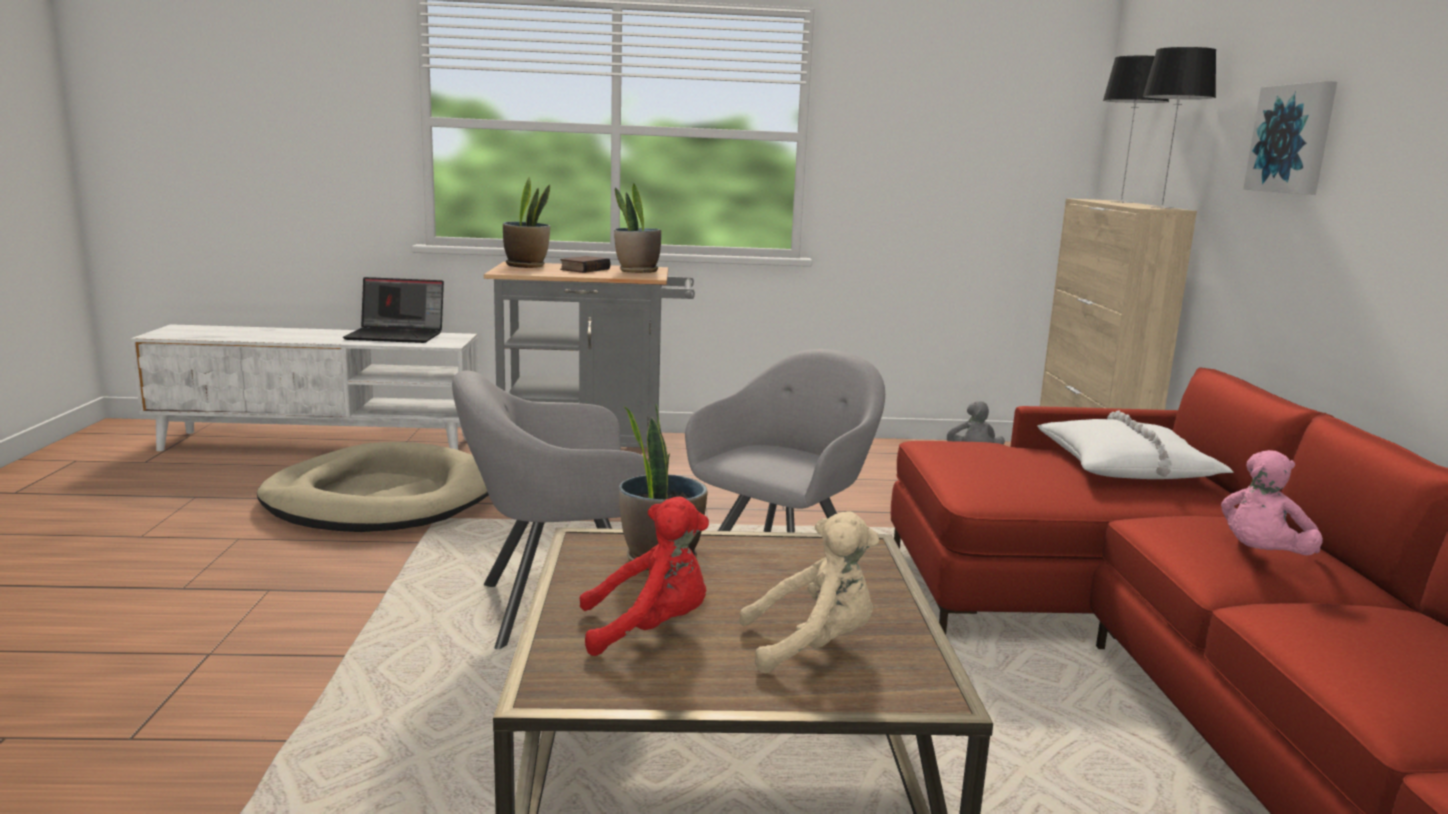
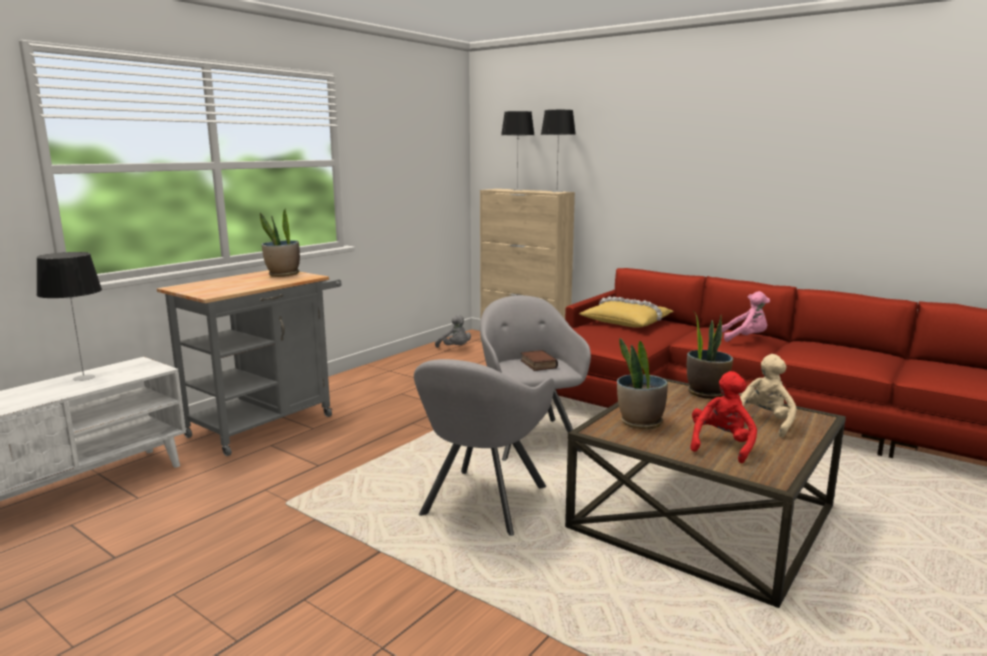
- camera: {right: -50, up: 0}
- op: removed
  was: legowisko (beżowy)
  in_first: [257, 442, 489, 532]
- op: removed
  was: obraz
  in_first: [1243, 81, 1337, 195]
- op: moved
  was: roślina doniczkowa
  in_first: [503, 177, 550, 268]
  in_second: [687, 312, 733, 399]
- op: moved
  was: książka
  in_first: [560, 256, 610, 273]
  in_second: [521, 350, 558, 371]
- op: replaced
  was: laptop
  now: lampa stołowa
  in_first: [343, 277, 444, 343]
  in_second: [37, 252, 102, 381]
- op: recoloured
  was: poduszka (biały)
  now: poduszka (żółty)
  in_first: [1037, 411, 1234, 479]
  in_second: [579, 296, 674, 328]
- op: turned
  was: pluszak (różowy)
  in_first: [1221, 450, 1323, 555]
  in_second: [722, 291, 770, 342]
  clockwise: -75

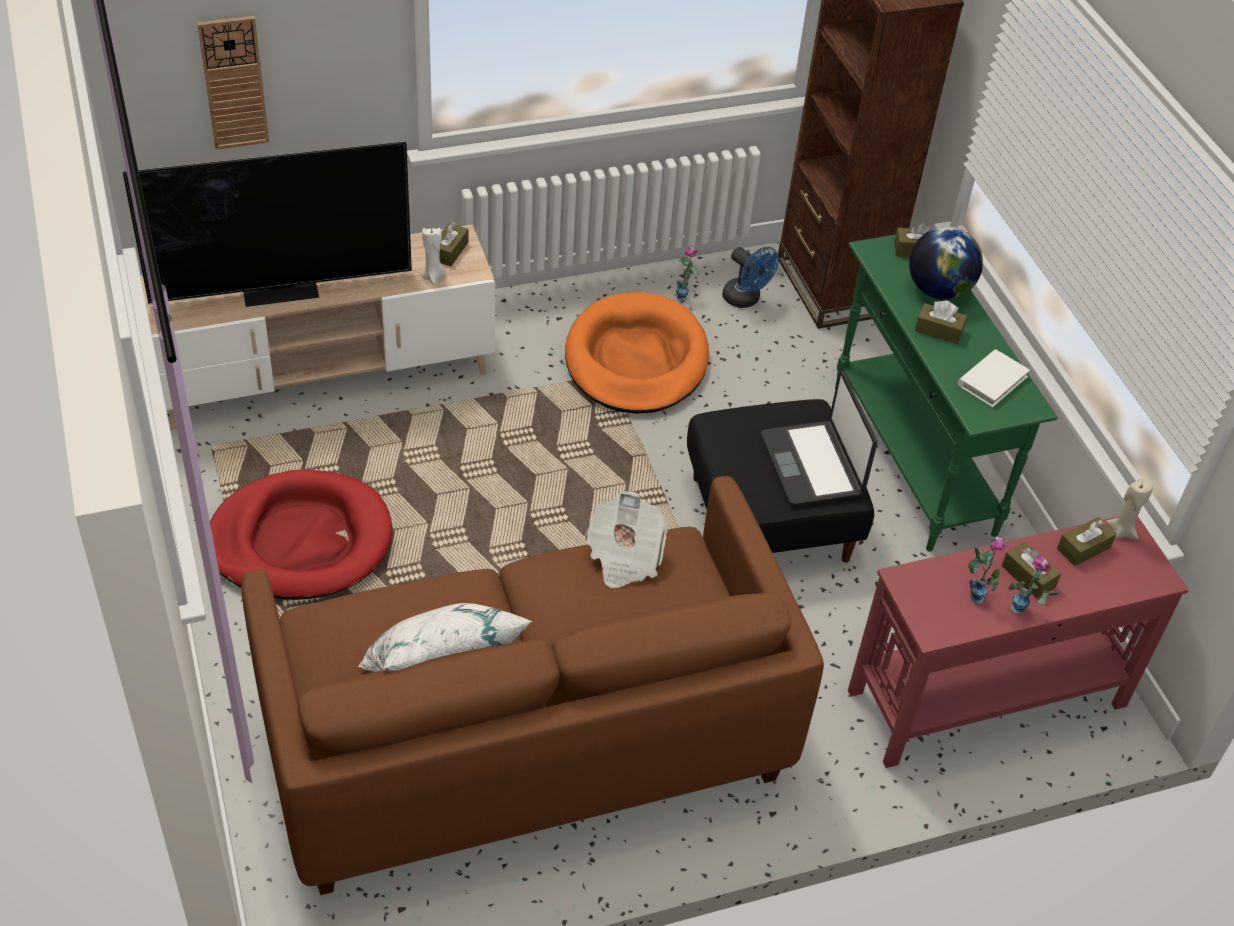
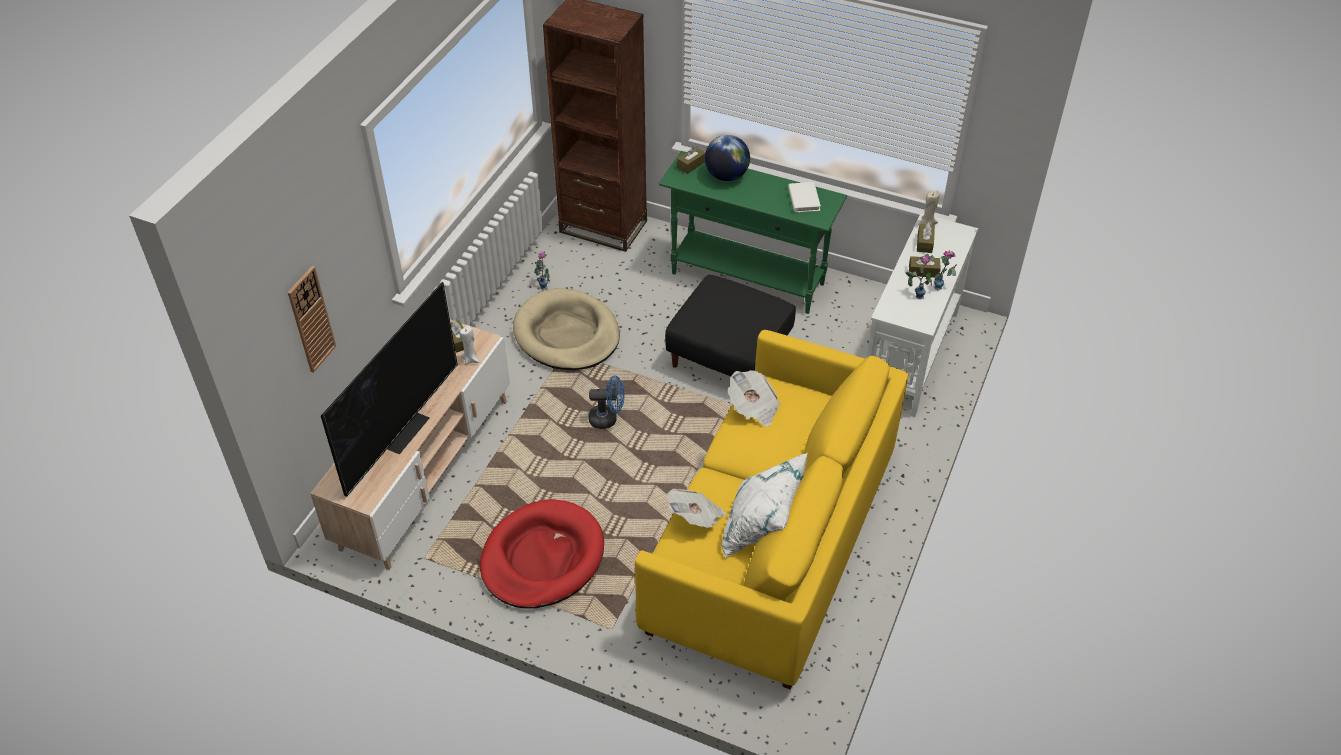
- camera: {right: -45, up: 0}
- op: removed
  was: laptop
  in_first: [761, 370, 877, 505]
- op: removed
  was: pudełko chusteczek (brązowy)
  in_first: [915, 301, 967, 344]
- op: added
  now: gazeta
  in_second: [667, 489, 726, 528]
- op: moved
  was: wentylator (niebieski)
  in_first: [722, 247, 779, 308]
  in_second: [589, 375, 624, 429]
- op: recoloured
  was: kanapa (brązowy)
  now: kanapa (żółty)
  in_first: [241, 476, 824, 895]
  in_second: [635, 330, 908, 690]
- op: recoloured
  was: legowisko (pomarańczowy)
  now: legowisko (beżowy)
  in_first: [565, 292, 709, 414]
  in_second: [513, 288, 620, 370]
- op: recoloured
  was: stolik konsolowy (czerwony)
  now: stolik konsolowy (biały)
  in_first: [848, 516, 1189, 768]
  in_second: [866, 213, 978, 417]

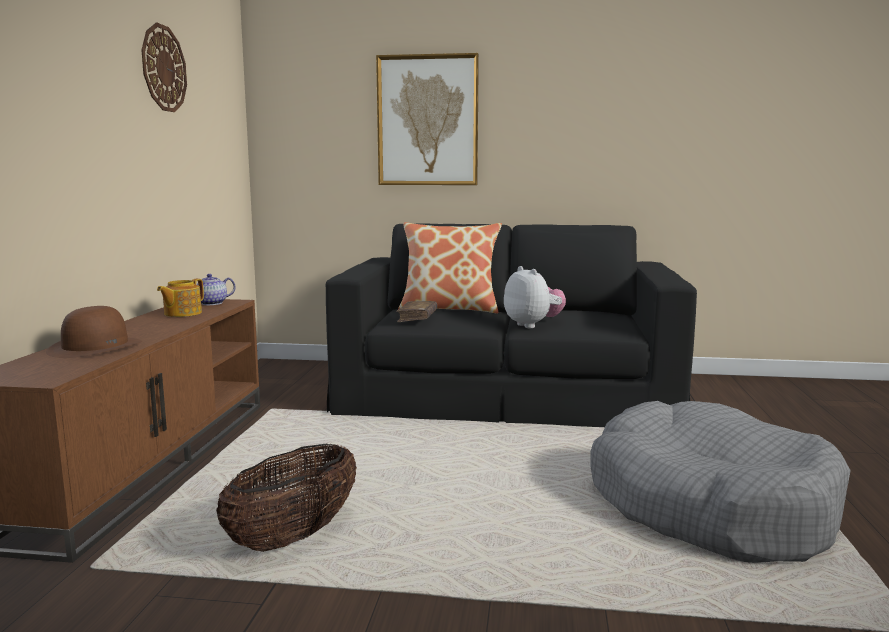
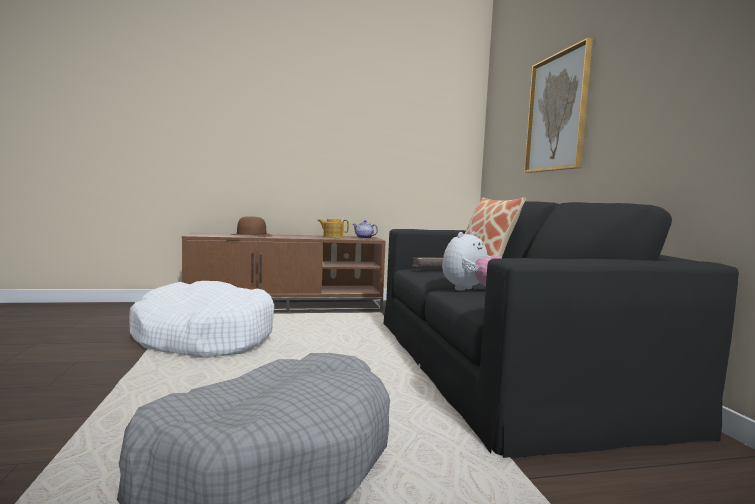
- camera: {right: 70, up: -5}
- op: removed
  was: zegar ścienny
  in_first: [141, 23, 187, 112]
- op: replaced
  was: koszyk
  now: legowisko (biały)
  in_first: [216, 444, 357, 552]
  in_second: [129, 281, 274, 358]

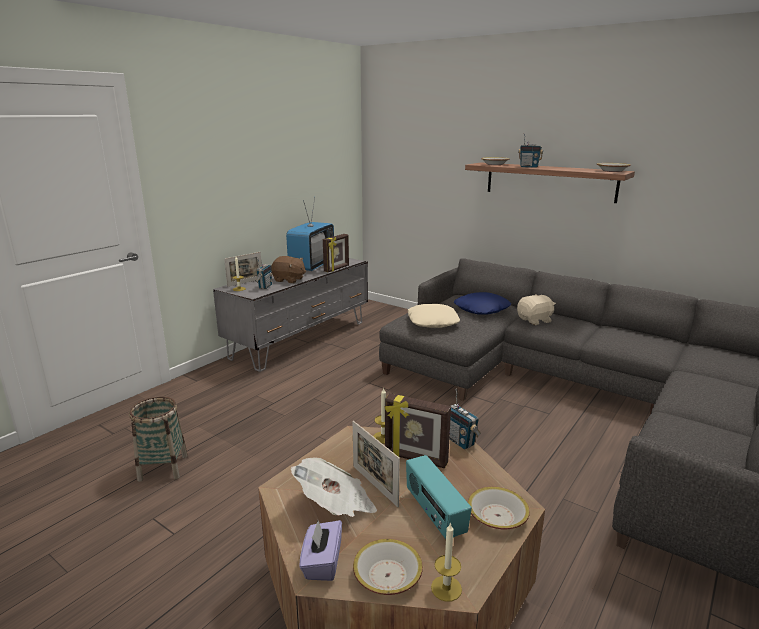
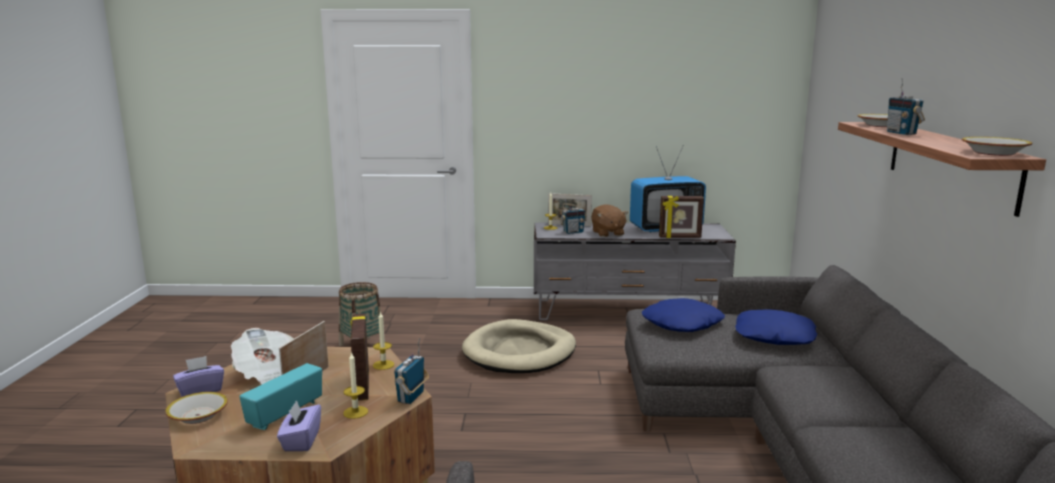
- camera: {right: 55, up: -5}
- op: removed
  was: pluszak (beżowy)
  in_first: [517, 294, 556, 325]
- op: added
  now: legowisko (beżowy)
  in_second: [462, 319, 576, 373]
- op: moved
  was: świeca
  in_first: [431, 523, 462, 602]
  in_second: [343, 352, 368, 419]
- op: replaced
  was: miska
  now: pudełko chusteczek (fioletowy)
  in_first: [468, 487, 530, 529]
  in_second: [277, 400, 321, 451]
- op: recoloured
  was: poduszka (beżowy)
  now: poduszka (niebieski)
  in_first: [408, 304, 460, 328]
  in_second: [642, 298, 725, 332]

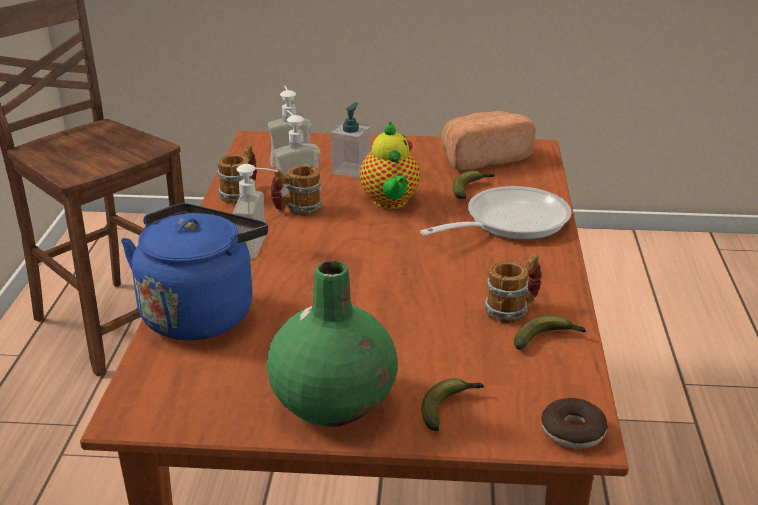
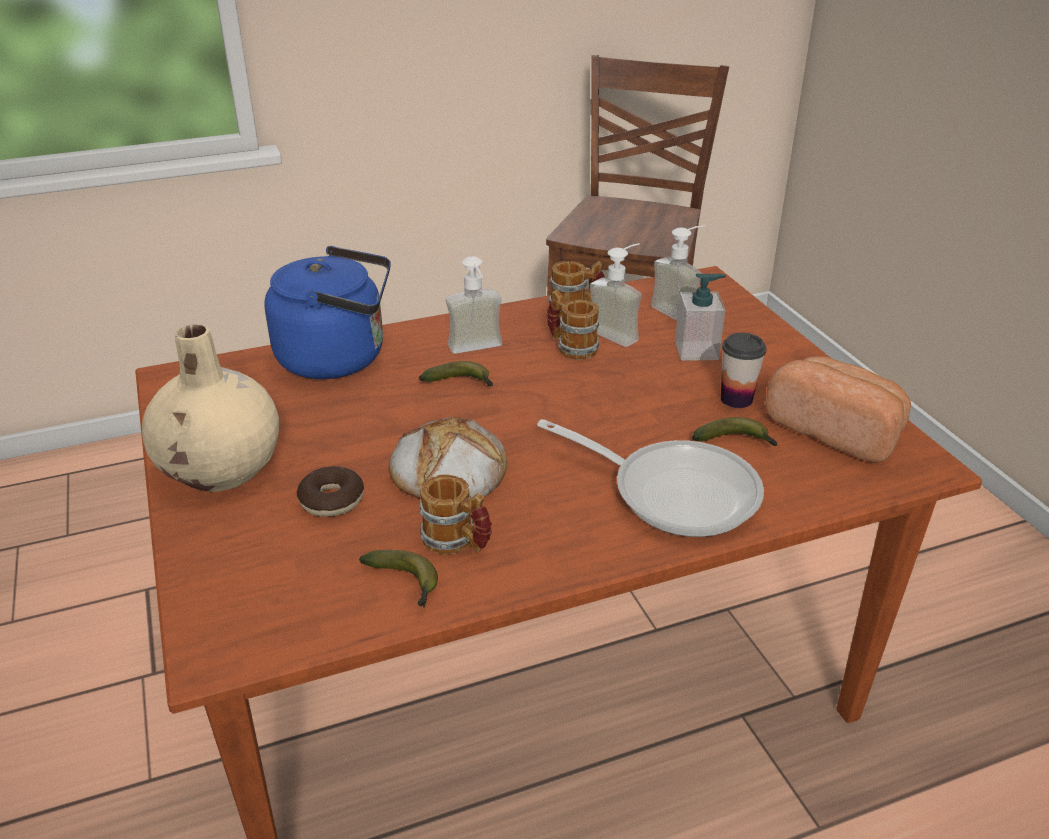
- camera: {right: 65, up: 5}
- op: removed
  was: imbryk
  in_first: [360, 122, 420, 209]
- op: added
  now: chleb
  in_second: [388, 416, 507, 499]
- op: added
  now: filiżanka
  in_second: [721, 333, 766, 408]
- op: moved
  was: banan
  in_first: [421, 378, 484, 431]
  in_second: [419, 361, 493, 386]
- op: moved
  was: donut
  in_first: [541, 398, 608, 449]
  in_second: [297, 466, 364, 517]
- op: recoloured
  was: wazon (zielony)
  now: wazon (beżowy)
  in_first: [266, 261, 398, 427]
  in_second: [142, 324, 279, 492]

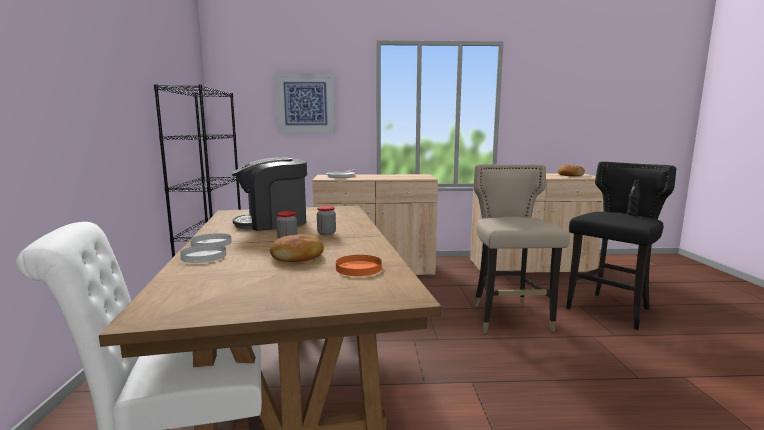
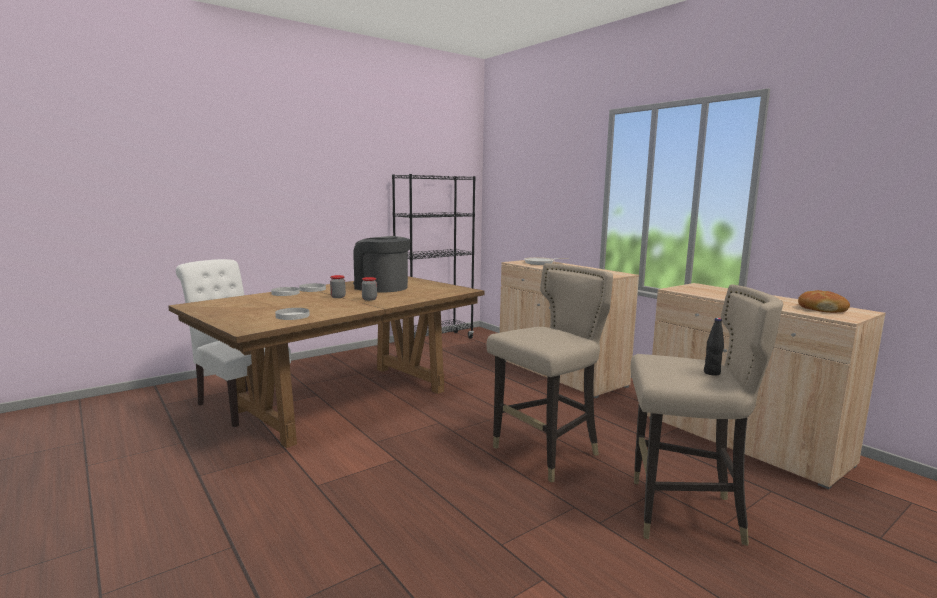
- camera: {right: 55, up: 0}
- op: removed
  was: chleb
  in_first: [270, 234, 324, 262]
- op: removed
  was: obraz
  in_first: [275, 73, 335, 133]
- op: recoloured
  was: talerz (pomarańczowy)
  now: talerz (biały)
  in_first: [336, 255, 382, 276]
  in_second: [275, 308, 310, 320]
- op: recoloured
  was: stołek (czarny)
  now: stołek (beżowy)
  in_first: [566, 162, 676, 330]
  in_second: [631, 285, 783, 546]

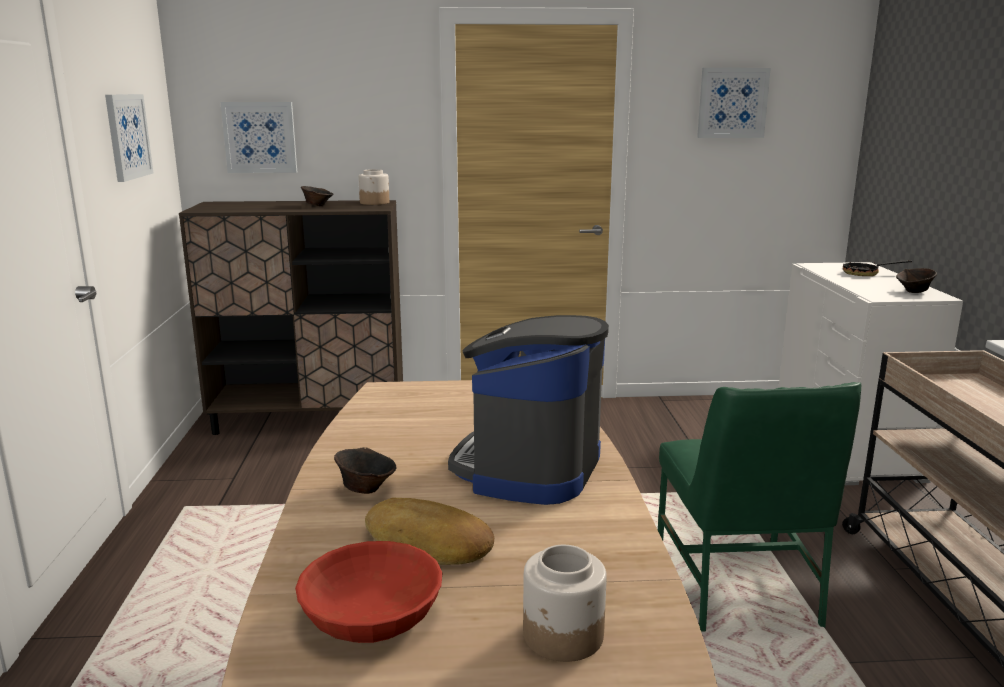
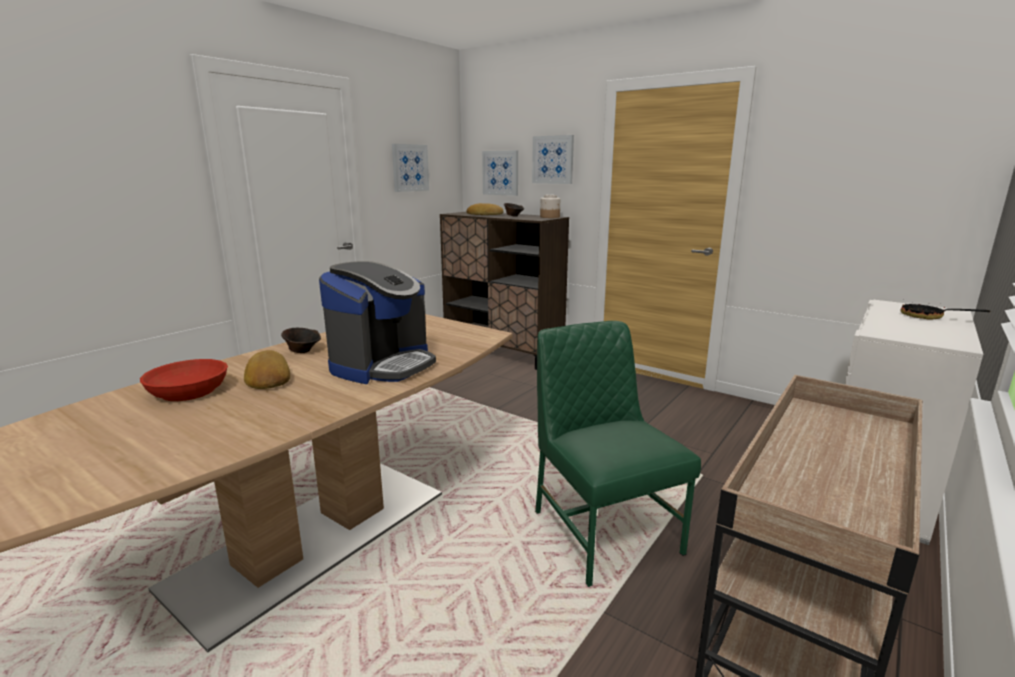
- camera: {right: 40, up: 0}
- op: removed
  was: słoik
  in_first: [523, 545, 607, 662]
- op: removed
  was: miska (brązowy)
  in_first: [896, 268, 937, 293]
- op: added
  now: chleb
  in_second: [466, 203, 504, 215]
- op: moved
  was: obraz
  in_first: [697, 68, 771, 138]
  in_second: [532, 135, 574, 184]
- op: turned
  was: ekspres do kawy
  in_first: [448, 315, 609, 505]
  in_second: [319, 261, 436, 384]
  clockwise: 150
- op: turned
  was: krzesło (zielony)
  in_first: [658, 382, 861, 632]
  in_second: [535, 321, 701, 587]
  clockwise: 120

